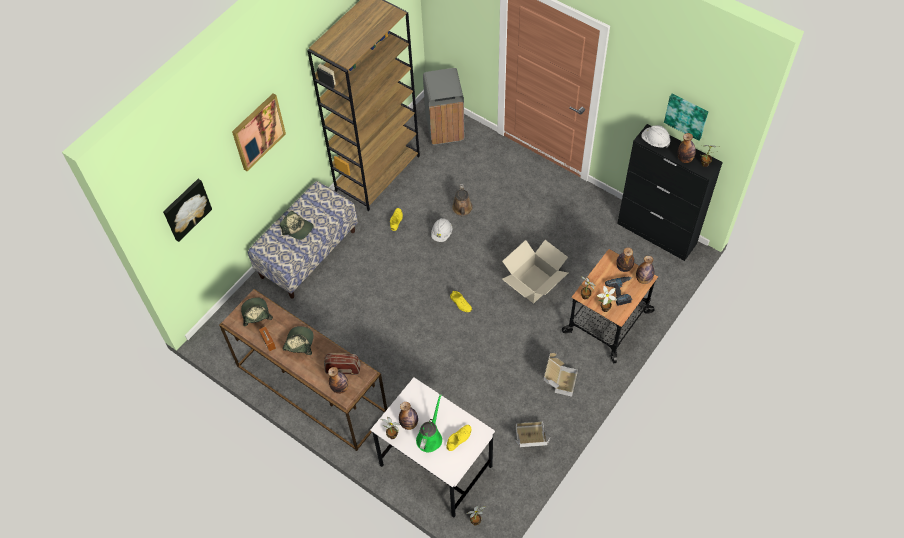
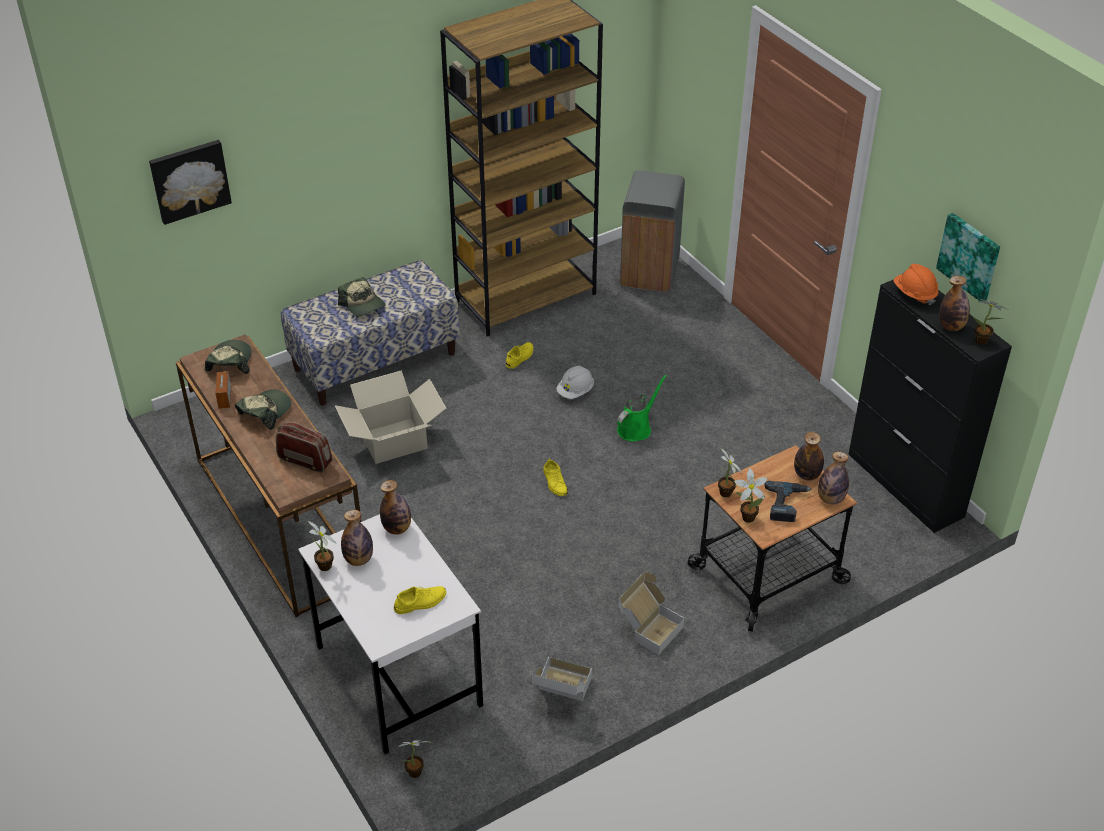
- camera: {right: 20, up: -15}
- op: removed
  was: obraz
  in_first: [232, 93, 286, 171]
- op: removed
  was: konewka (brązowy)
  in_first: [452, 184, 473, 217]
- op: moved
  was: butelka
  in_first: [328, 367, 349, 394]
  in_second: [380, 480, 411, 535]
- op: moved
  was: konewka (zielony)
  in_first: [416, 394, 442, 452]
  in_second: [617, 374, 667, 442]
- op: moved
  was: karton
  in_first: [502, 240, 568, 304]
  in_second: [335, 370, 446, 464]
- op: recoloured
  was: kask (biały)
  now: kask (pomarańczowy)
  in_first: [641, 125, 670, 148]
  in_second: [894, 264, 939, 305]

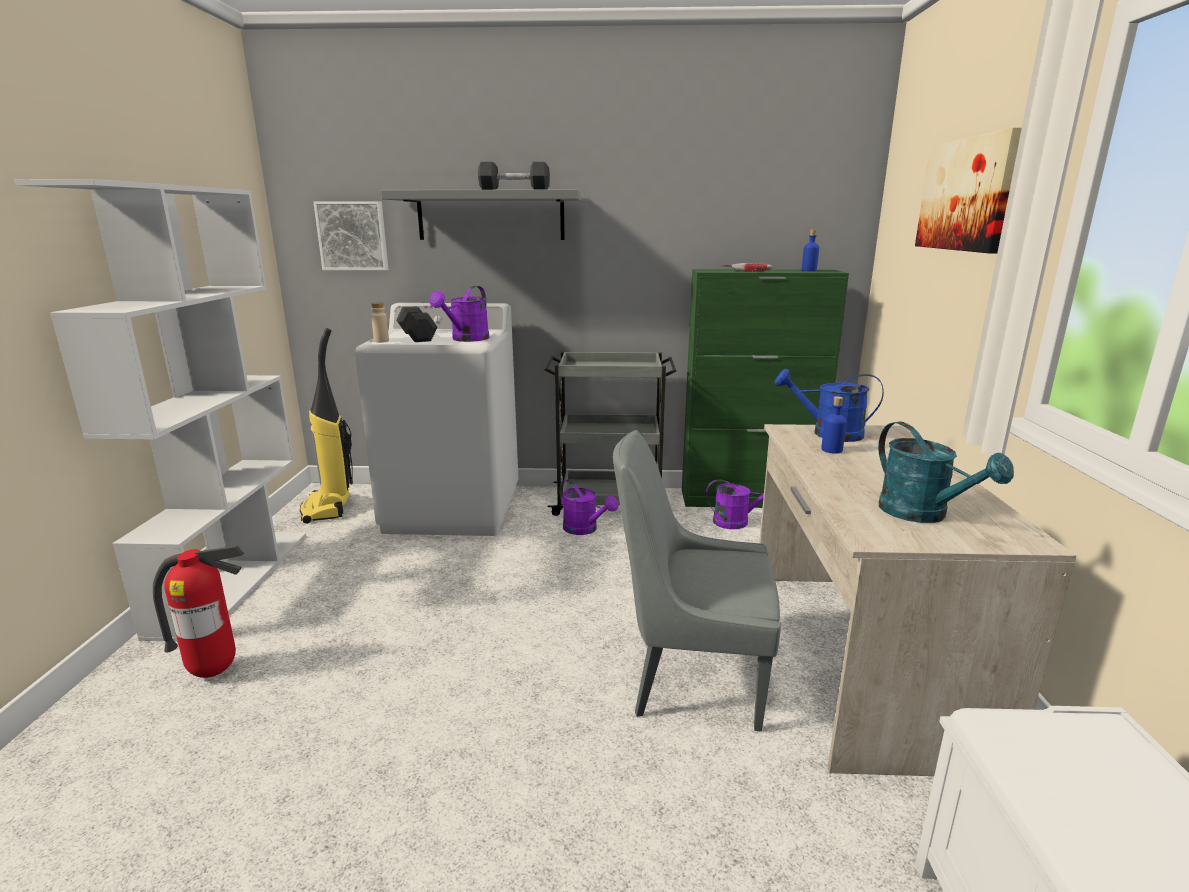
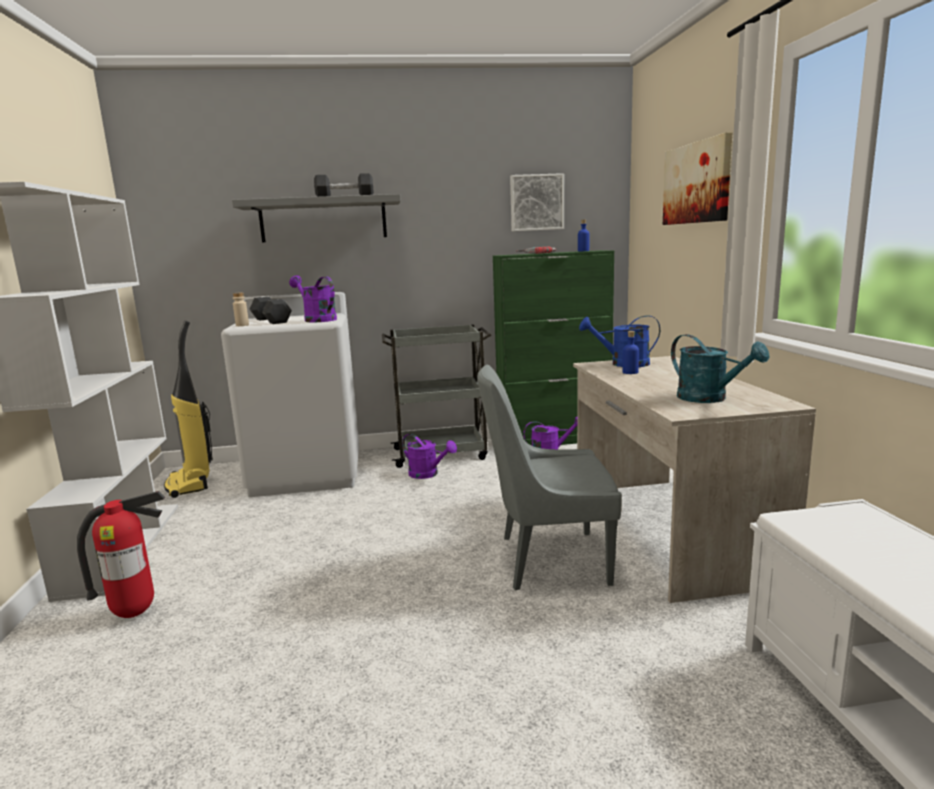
- camera: {right: -10, up: -5}
- op: moved
  was: obraz
  in_first: [313, 202, 389, 270]
  in_second: [510, 173, 564, 231]
- op: turned
  was: konewka (fioletowy)
  in_first: [429, 286, 490, 342]
  in_second: [289, 275, 337, 322]
  clockwise: 120

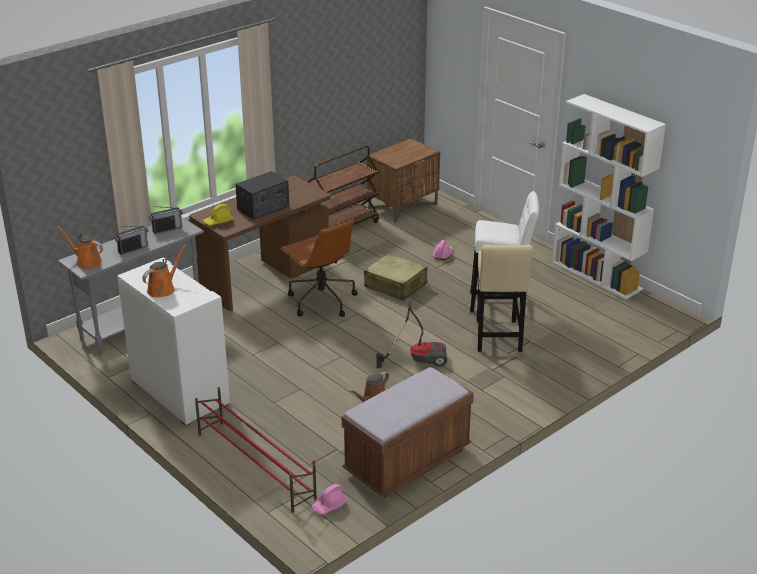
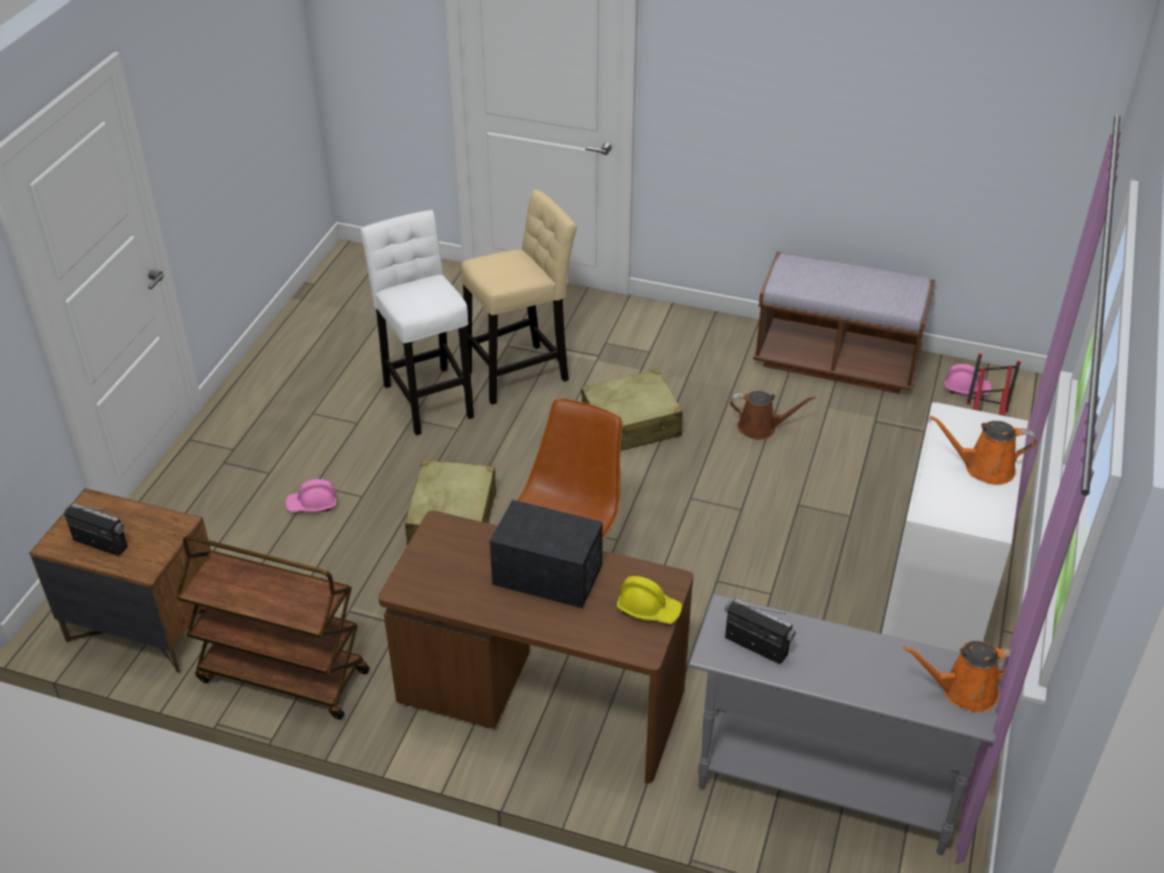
- camera: {right: -120, up: 10}
- op: removed
  was: regał (biały)
  in_first: [551, 94, 666, 299]
- op: moved
  was: radio
  in_first: [115, 226, 148, 255]
  in_second: [64, 503, 128, 556]
- op: replaced
  was: odkurzacz
  now: walizka (beżowy)
  in_first: [376, 302, 447, 368]
  in_second: [581, 369, 683, 451]
- op: turned
  was: konewka (pomarańczowy)
  in_first: [57, 226, 103, 269]
  in_second: [903, 641, 1012, 712]
  clockwise: 90

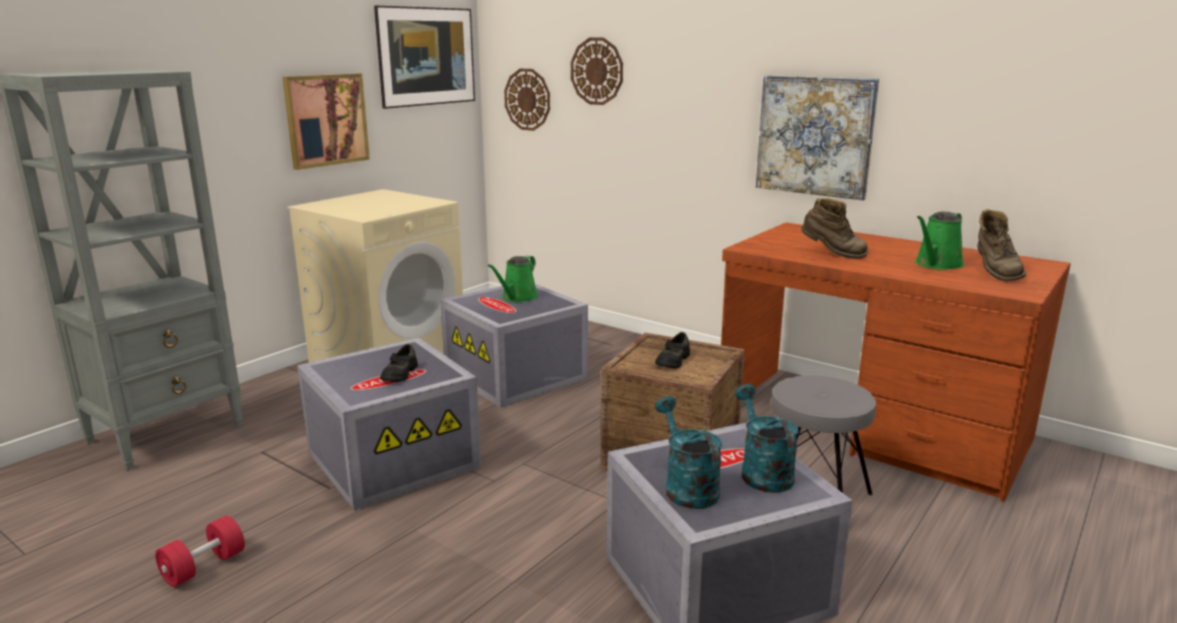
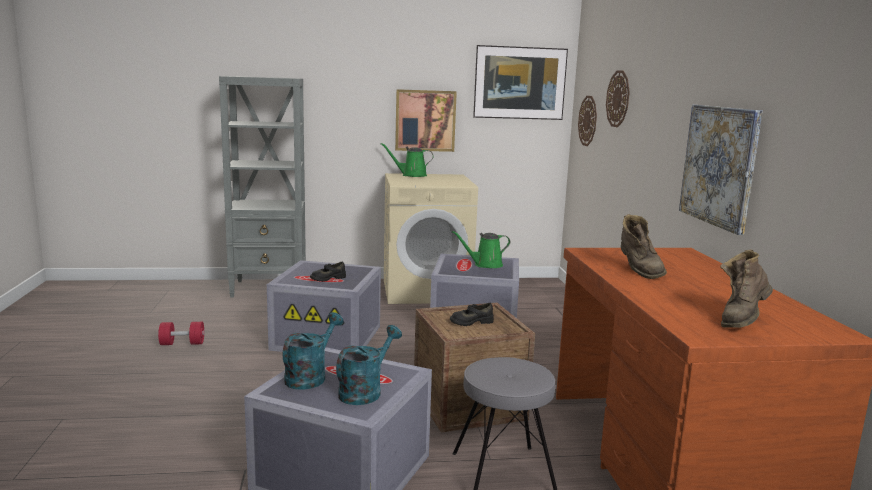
- camera: {right: 45, up: -5}
- op: moved
  was: konewka (zielony)
  in_first: [915, 212, 964, 270]
  in_second: [381, 143, 434, 177]

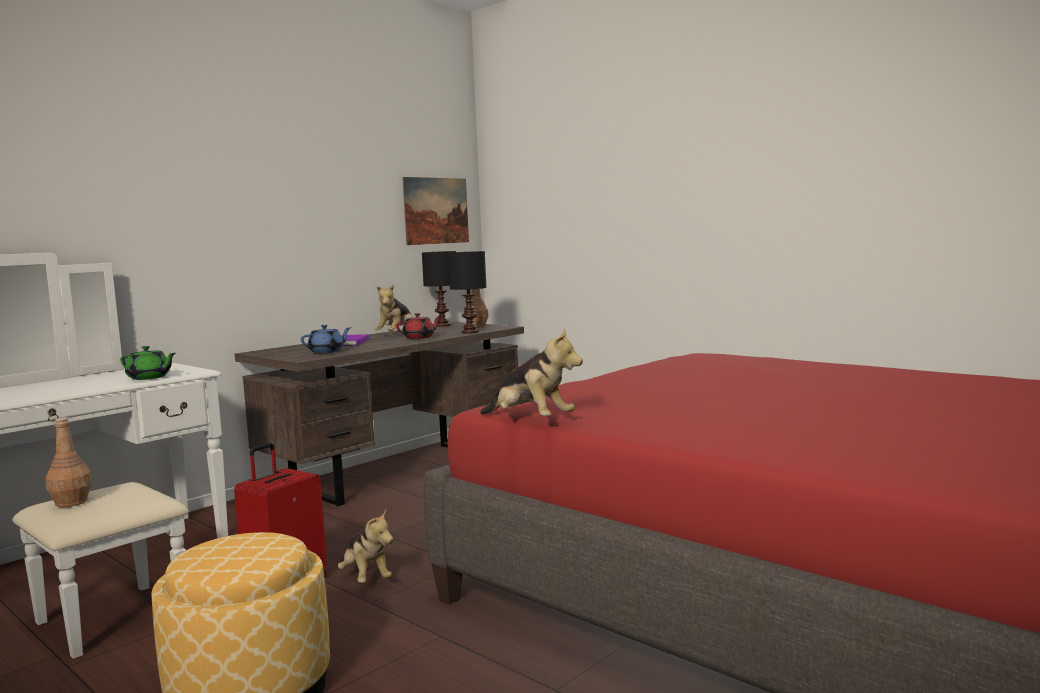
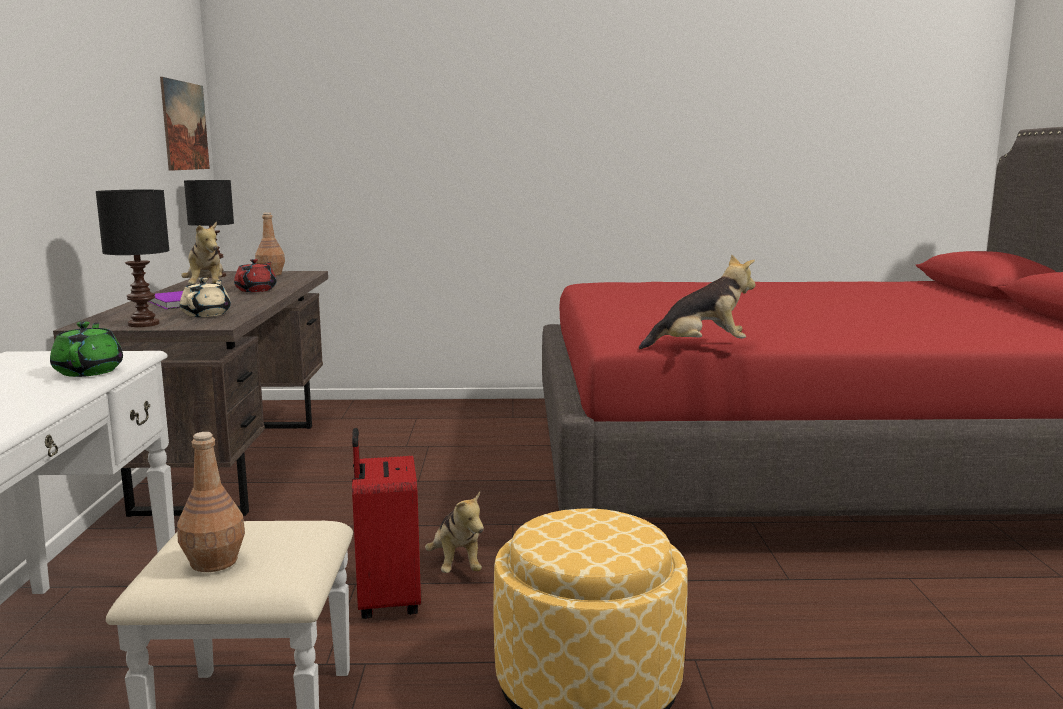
- camera: {right: -45, up: 5}
- op: moved
  was: lampa stołowa (czarny)
  in_first: [448, 251, 487, 334]
  in_second: [95, 190, 170, 327]
- op: recoloured
  was: imbryk (niebieski)
  now: imbryk (beżowy)
  in_first: [301, 325, 351, 353]
  in_second: [180, 278, 231, 317]
- op: turned
  was: imbryk (zielony)
  in_first: [120, 346, 176, 380]
  in_second: [50, 321, 123, 377]
  clockwise: -75
- op: turned
  was: pluszak
  in_first: [338, 509, 393, 583]
  in_second: [425, 491, 484, 573]
  clockwise: 60

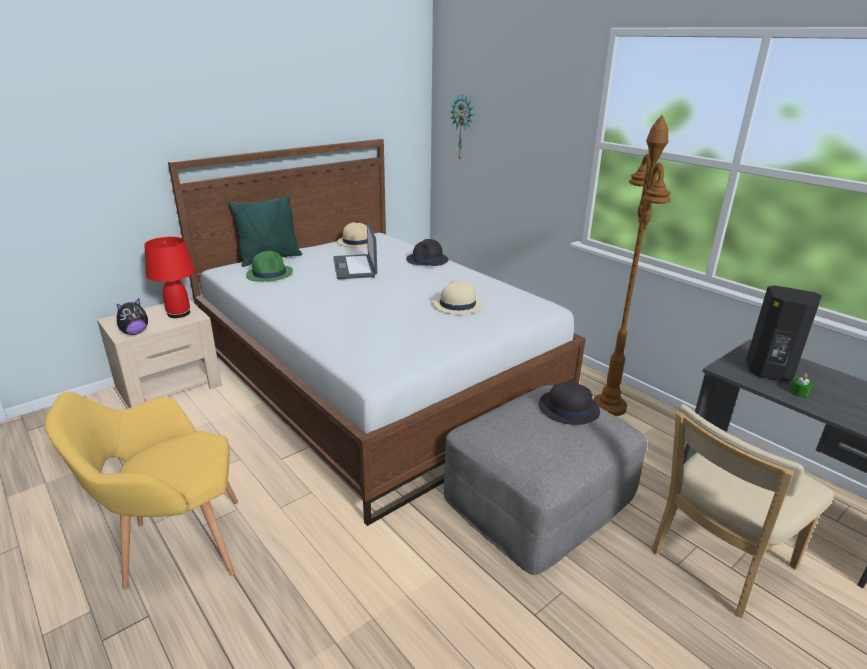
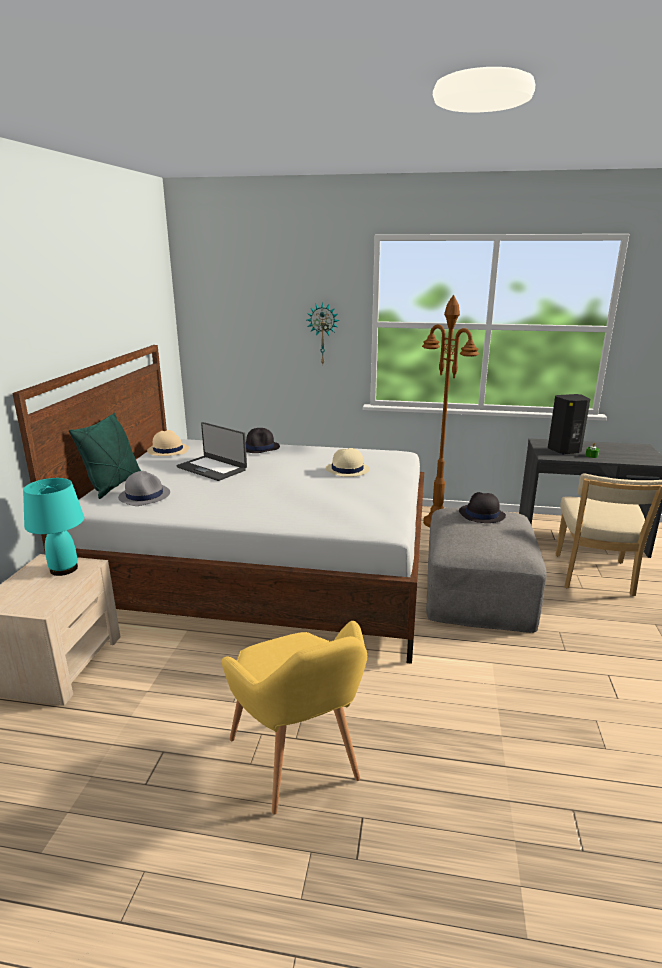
- camera: {right: -40, up: -5}
- op: removed
  was: pluszak
  in_first: [116, 299, 148, 335]
- op: moved
  was: zegar ścienny
  in_first: [450, 95, 473, 159]
  in_second: [307, 303, 340, 364]
- op: recoloured
  was: lampa stołowa (czerwony)
  now: lampa stołowa (turkusowy)
  in_first: [144, 237, 195, 318]
  in_second: [23, 478, 84, 576]
- op: recoloured
  was: kapelusz (zielony)
  now: kapelusz (szary)
  in_first: [246, 251, 293, 281]
  in_second: [118, 471, 170, 506]
- op: turned
  was: fotel (żółty)
  in_first: [45, 391, 238, 590]
  in_second: [222, 621, 367, 815]
  clockwise: -60

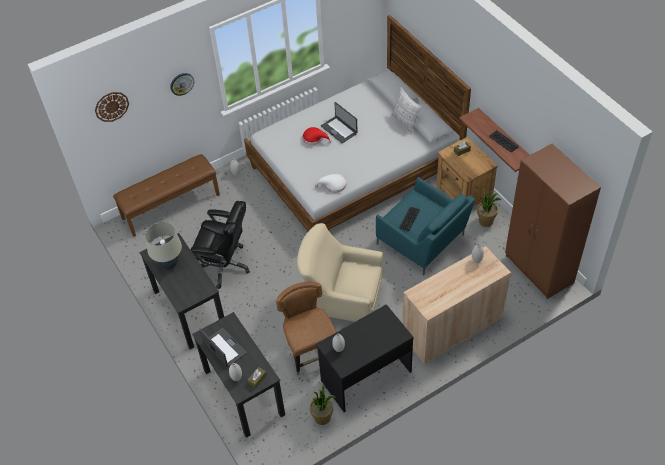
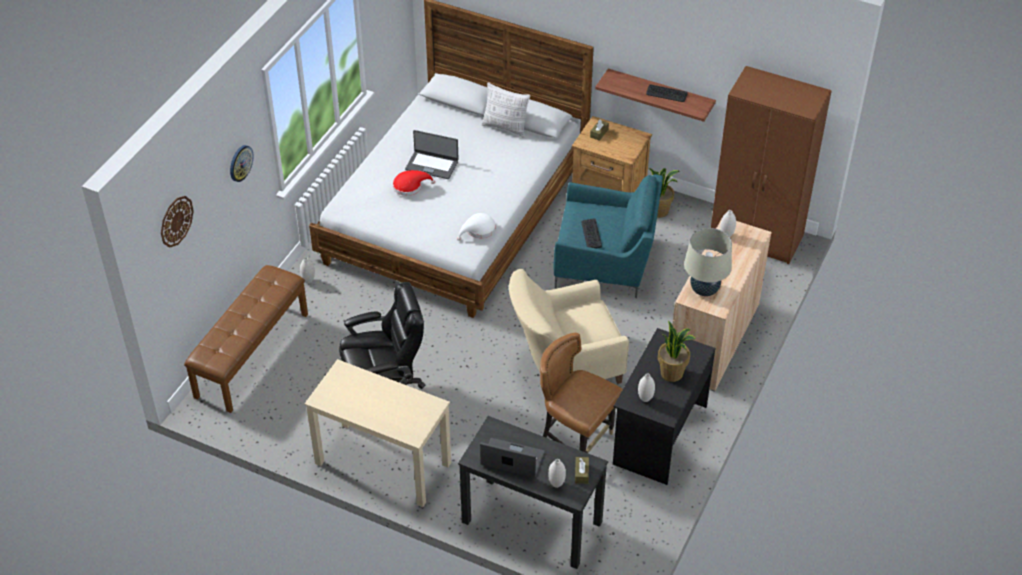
- camera: {right: -35, up: -5}
- op: moved
  was: lampa stołowa (beżowy)
  in_first: [145, 222, 182, 269]
  in_second: [684, 228, 732, 296]
- op: moved
  was: roślina doniczkowa
  in_first: [310, 384, 336, 425]
  in_second: [658, 320, 696, 382]
- op: recoloured
  was: biurko (czarny)
  now: biurko (beżowy)
  in_first: [139, 233, 224, 349]
  in_second: [304, 359, 451, 507]

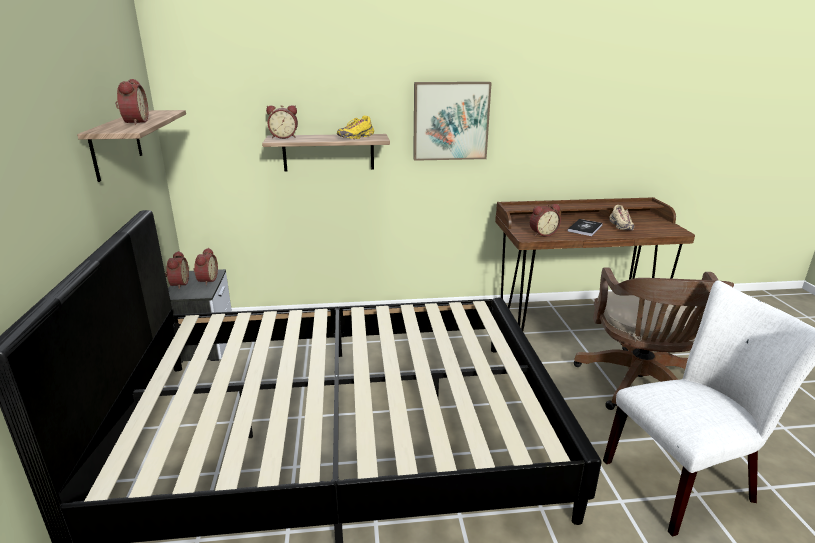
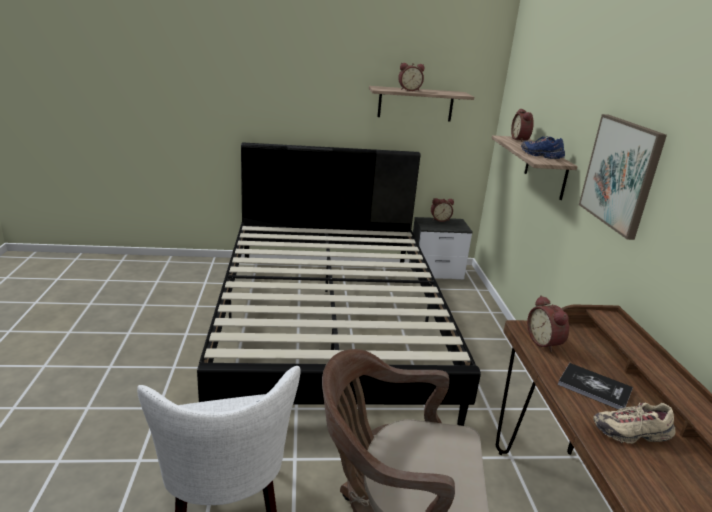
- camera: {right: 90, up: 0}
- op: removed
  was: budzik
  in_first: [193, 248, 218, 285]
- op: recoloured
  was: but (żółty)
  now: but (niebieski)
  in_first: [337, 116, 374, 139]
  in_second: [521, 136, 565, 159]

